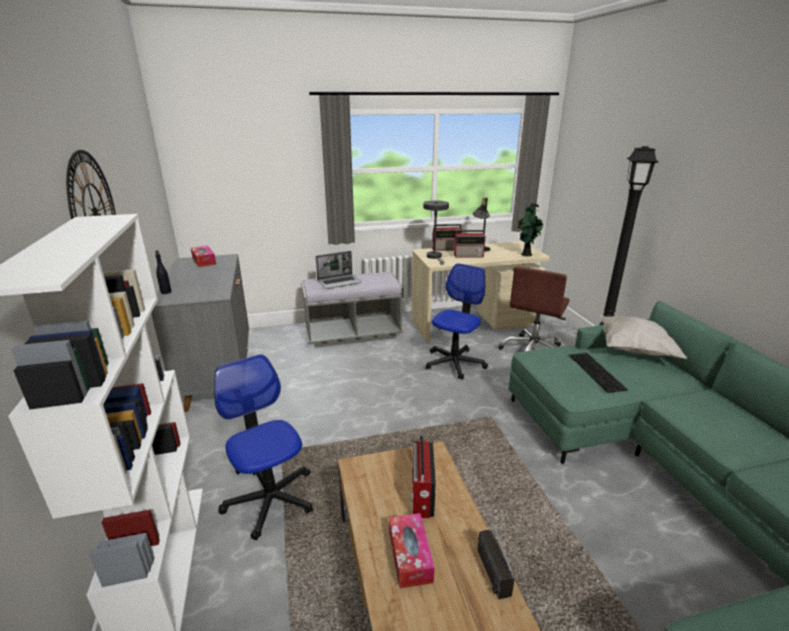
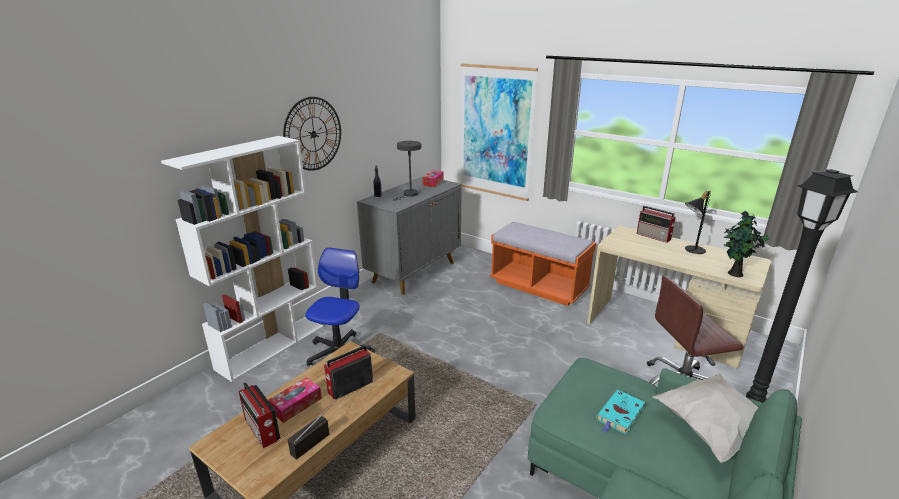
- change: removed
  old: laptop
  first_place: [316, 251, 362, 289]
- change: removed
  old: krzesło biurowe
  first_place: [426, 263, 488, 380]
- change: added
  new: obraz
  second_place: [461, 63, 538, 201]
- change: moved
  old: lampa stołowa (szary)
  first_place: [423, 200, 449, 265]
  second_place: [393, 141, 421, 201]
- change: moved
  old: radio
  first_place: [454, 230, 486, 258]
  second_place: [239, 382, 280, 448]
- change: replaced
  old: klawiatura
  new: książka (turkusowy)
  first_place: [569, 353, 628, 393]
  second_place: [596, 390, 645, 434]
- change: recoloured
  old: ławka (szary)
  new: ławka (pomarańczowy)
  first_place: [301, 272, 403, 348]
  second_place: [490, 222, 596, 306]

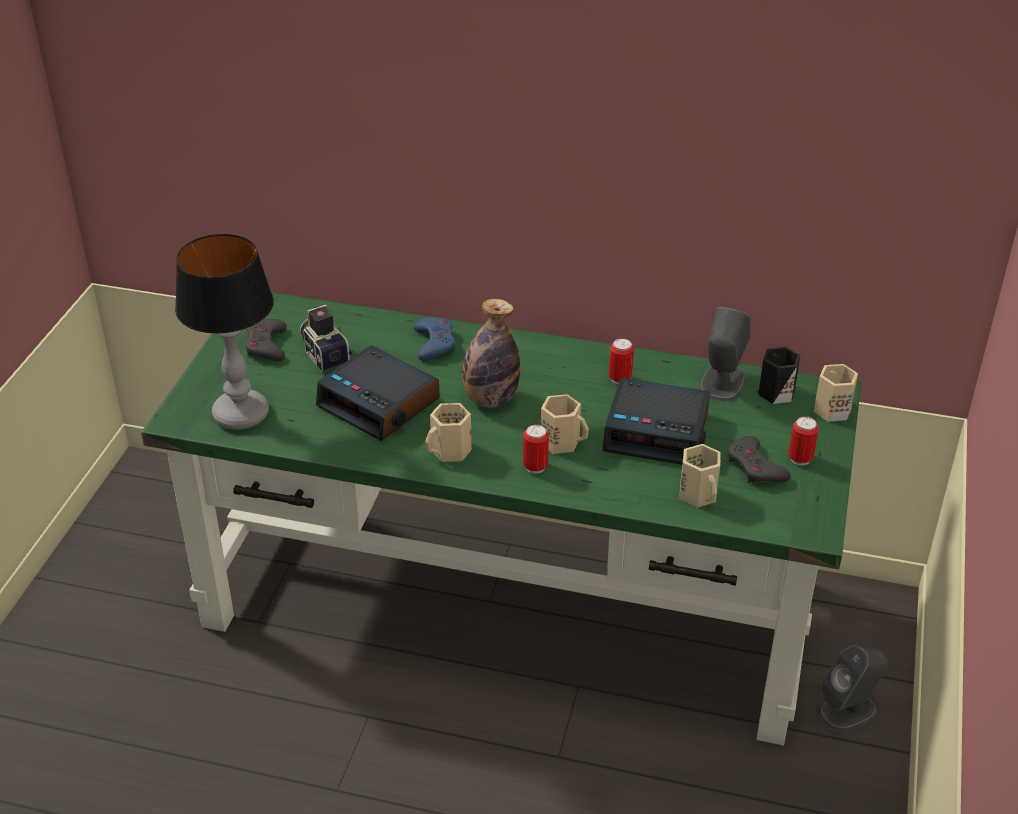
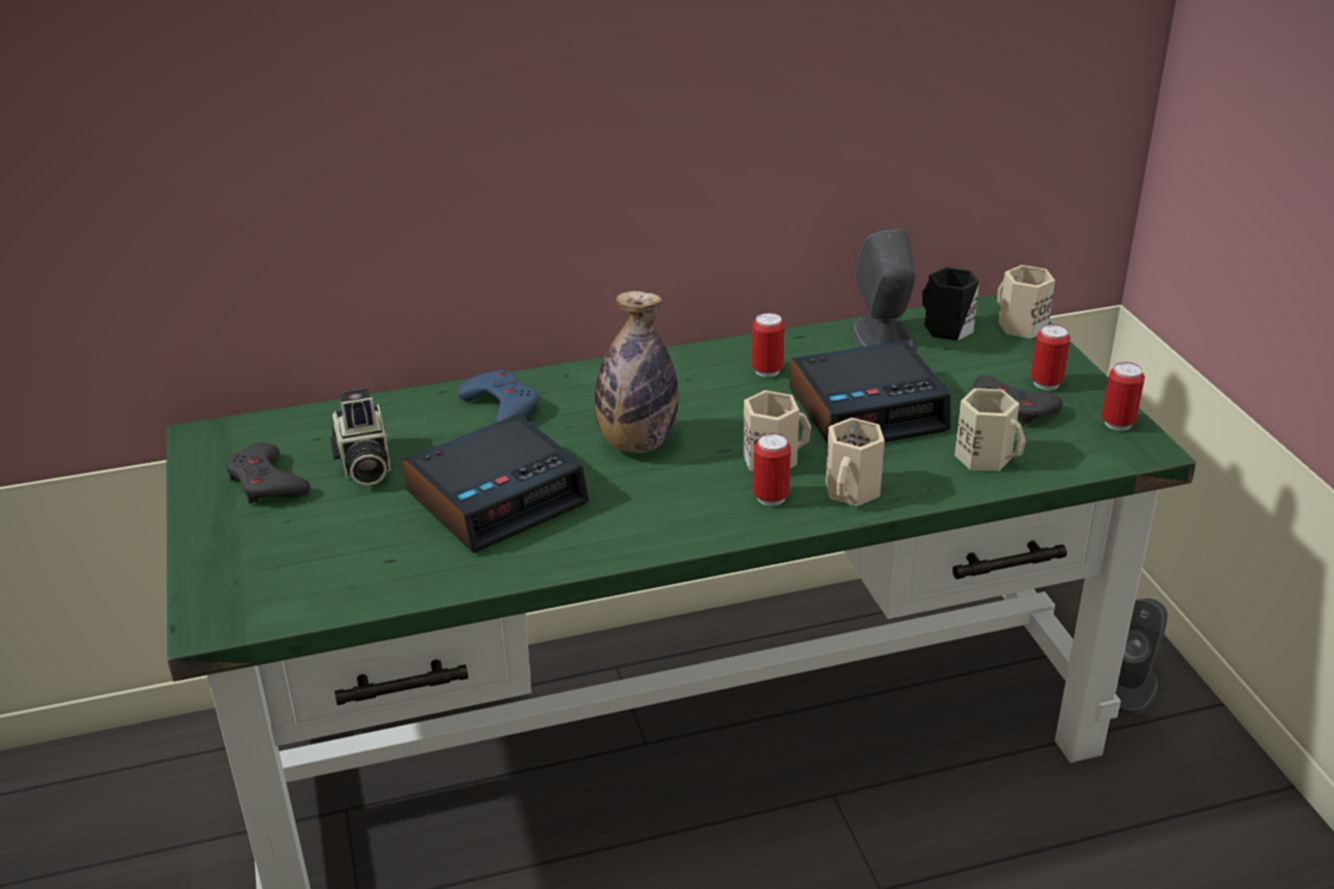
- change: removed
  old: lampa stołowa
  first_place: [175, 234, 274, 430]
- change: added
  new: puszka
  second_place: [1102, 362, 1145, 431]
- change: moved
  old: kubek (beżowy)
  first_place: [425, 403, 472, 462]
  second_place: [826, 418, 885, 506]
- change: turned
  old: aparat fotograficzny
  first_place: [300, 305, 352, 372]
  second_place: [330, 389, 391, 486]
  degrees: -135
- change: turned
  old: budzik
  first_place: [316, 345, 440, 441]
  second_place: [403, 414, 589, 552]
  degrees: -45

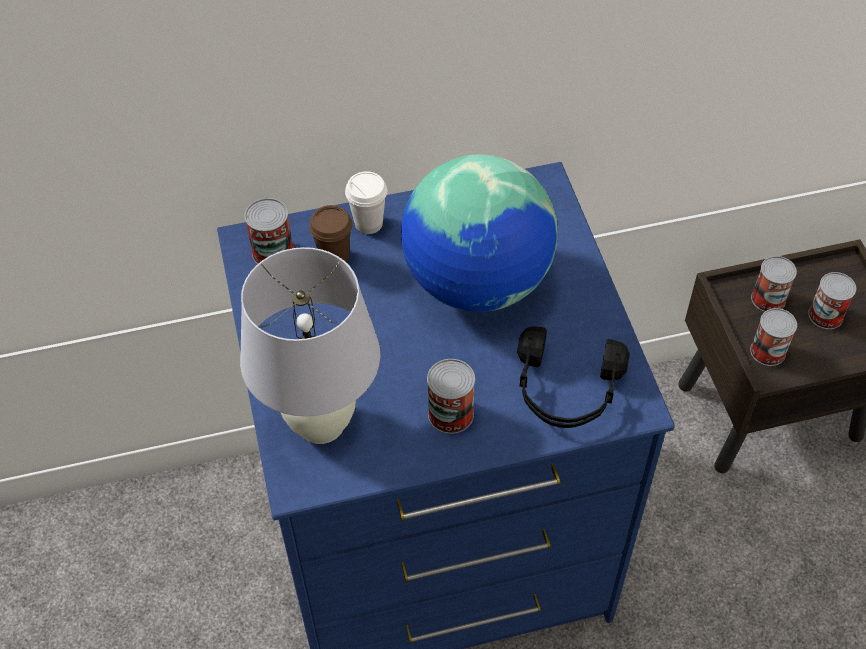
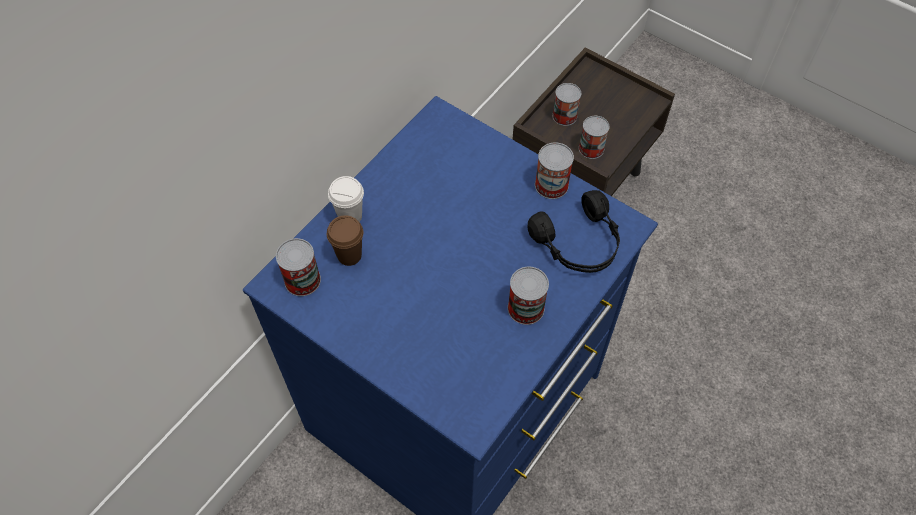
- change: removed
  old: lampa stołowa (biały)
  first_place: [240, 247, 380, 444]
- change: removed
  old: globus
  first_place: [401, 155, 558, 312]
- change: moved
  old: puszka
  first_place: [808, 272, 856, 329]
  second_place: [535, 142, 574, 199]

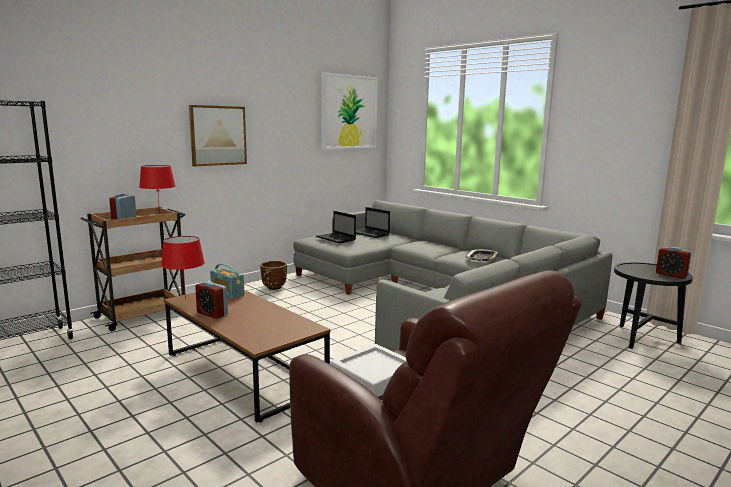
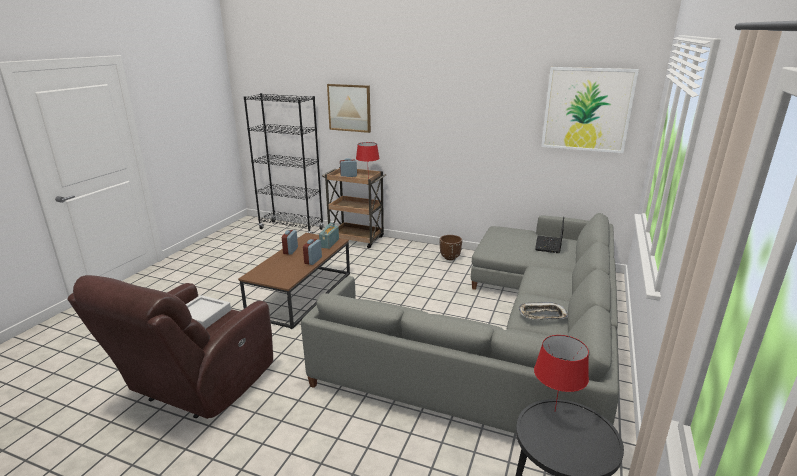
- change: removed
  old: laptop
  first_place: [316, 211, 356, 243]
- change: moved
  old: lampa stołowa (czerwony)
  first_place: [161, 236, 205, 300]
  second_place: [534, 335, 589, 410]
- change: moved
  old: obraz
  first_place: [189, 105, 247, 166]
  second_place: [327, 84, 371, 133]
- change: moved
  old: budzik
  first_place: [656, 247, 692, 279]
  second_place: [303, 239, 322, 265]

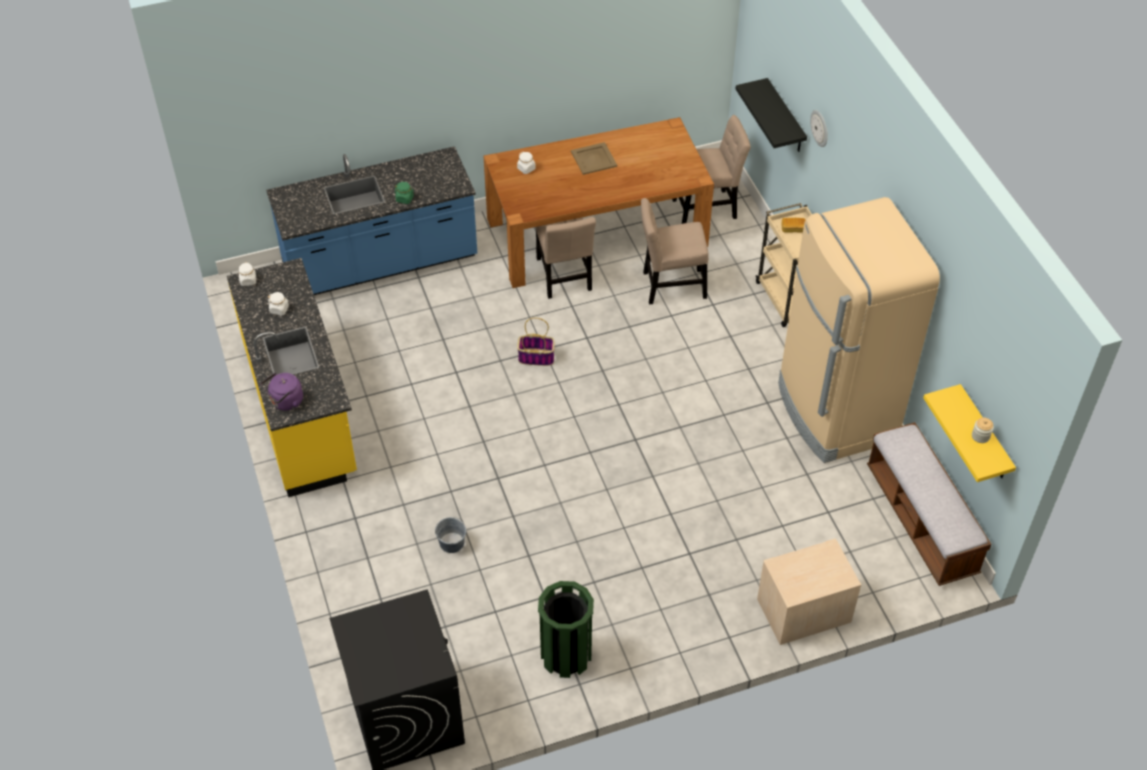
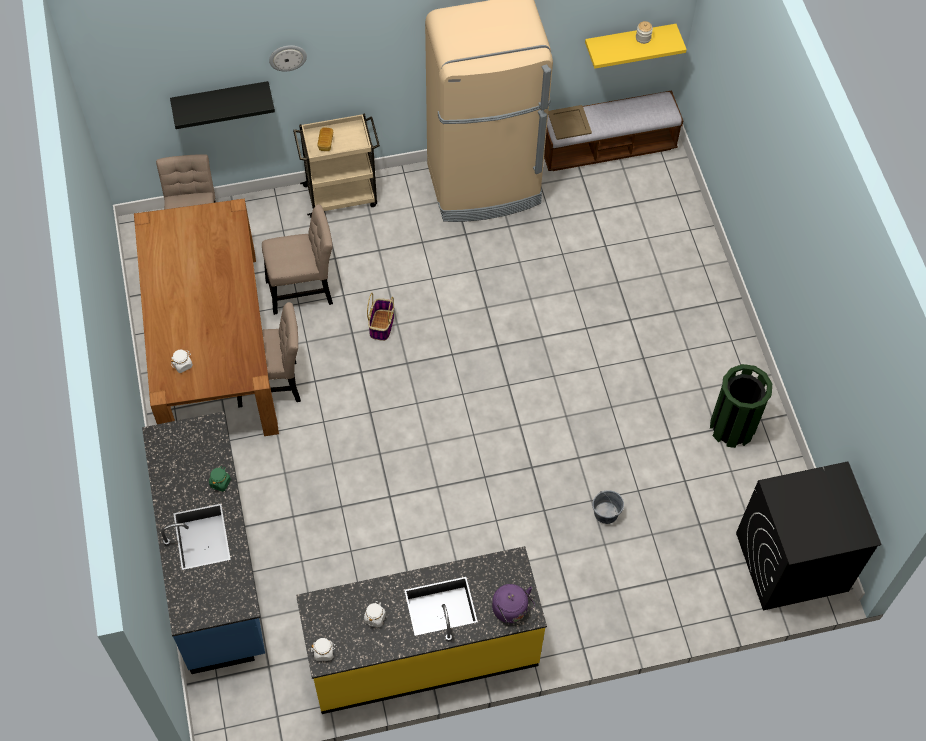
- change: removed
  old: szafka nocna (beżowy)
  first_place: [757, 539, 861, 645]
- change: moved
  old: koszyk
  first_place: [517, 318, 555, 366]
  second_place: [367, 293, 394, 341]
- change: moved
  old: taca (beżowy)
  first_place: [571, 142, 617, 175]
  second_place: [548, 105, 592, 140]
- change: turned
  old: krzesło (beżowy)
  first_place: [641, 198, 709, 304]
  second_place: [262, 204, 333, 315]
  degrees: -105

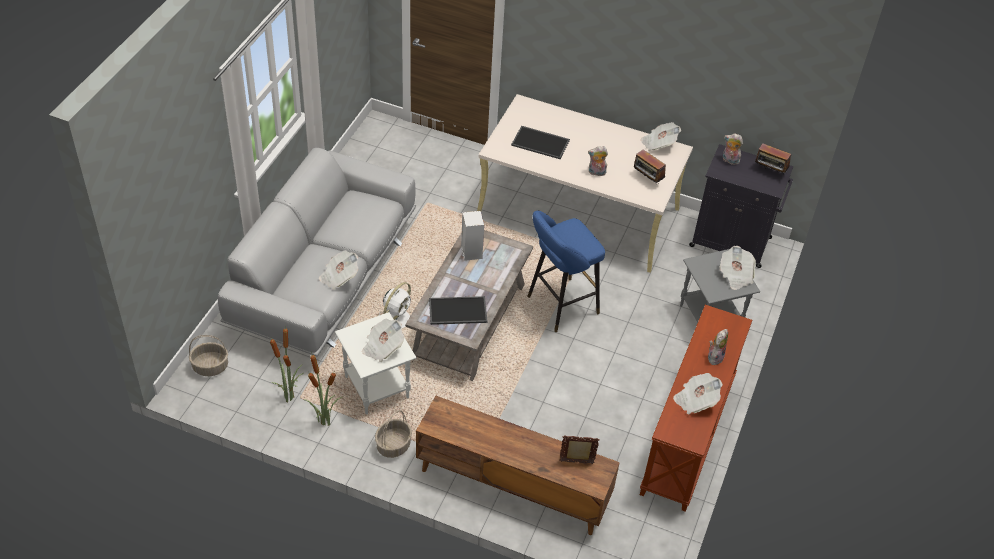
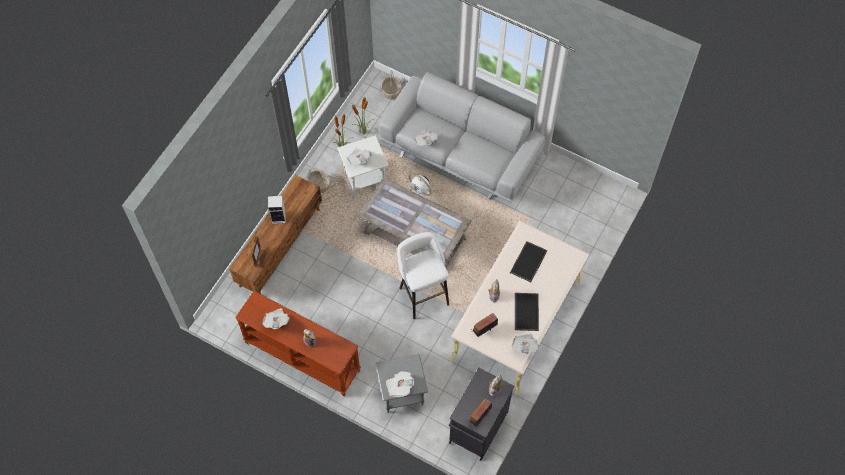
- change: moved
  old: taca
  first_place: [429, 296, 488, 325]
  second_place: [515, 293, 539, 331]
- change: moved
  old: głośnik
  first_place: [461, 211, 484, 261]
  second_place: [268, 196, 286, 224]
- change: recoloured
  old: stołek (niebieski)
  new: stołek (biały)
  first_place: [527, 211, 605, 332]
  second_place: [397, 232, 449, 319]

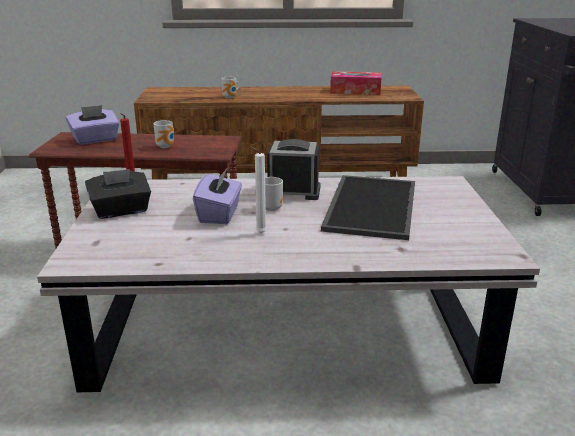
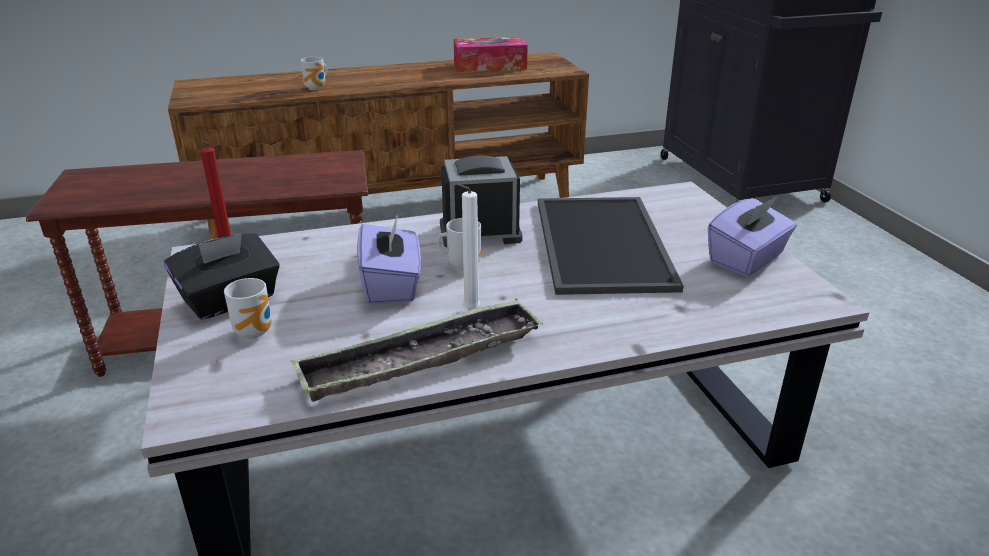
- change: added
  new: taca
  second_place: [291, 299, 543, 401]
- change: moved
  old: pudełko chusteczek (fioletowy)
  first_place: [66, 105, 120, 145]
  second_place: [708, 196, 797, 276]
- change: moved
  old: kubek
  first_place: [153, 120, 174, 148]
  second_place: [224, 278, 272, 339]

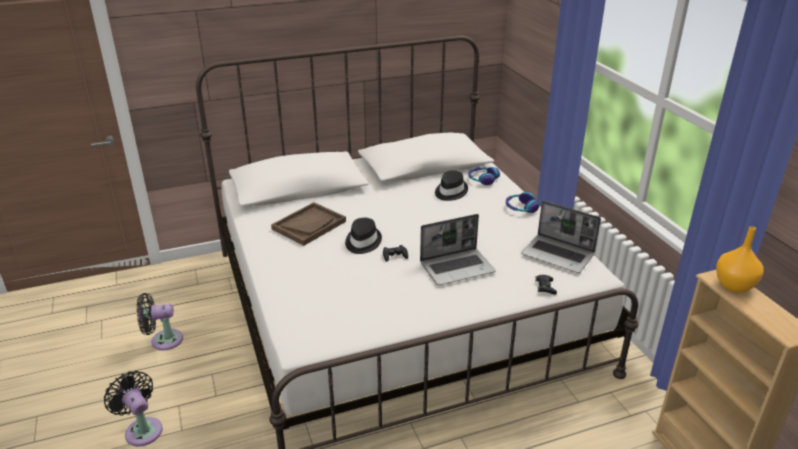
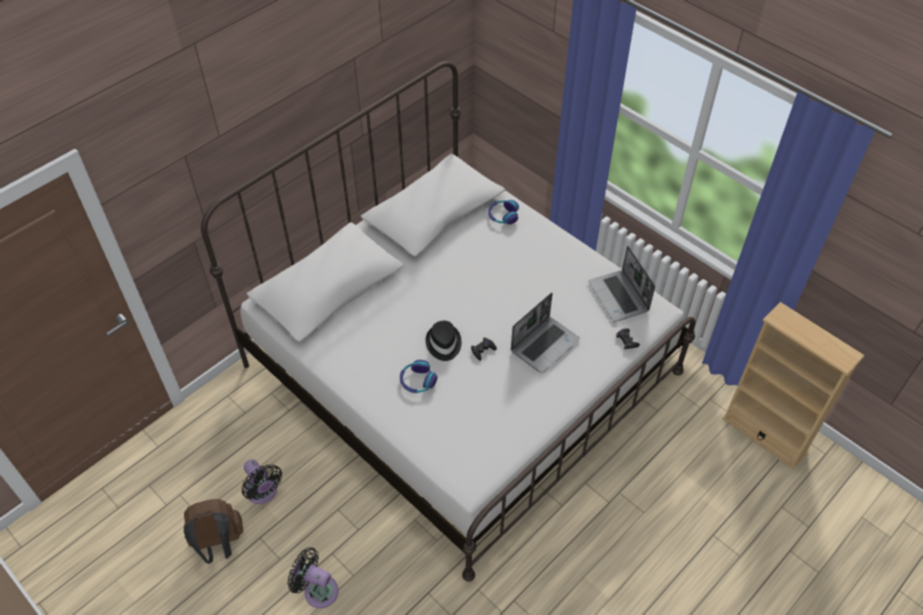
- change: removed
  old: taca (brązowy)
  first_place: [271, 202, 346, 246]
- change: removed
  old: kapelusz (czarny)
  first_place: [435, 170, 468, 201]
- change: removed
  old: wazon (pomarańczowy)
  first_place: [716, 226, 764, 292]
- change: added
  new: plecak (brązowy)
  second_place: [184, 499, 243, 564]
- change: moved
  old: słuchawki
  first_place: [506, 192, 540, 213]
  second_place: [400, 360, 437, 393]
- change: turned
  old: wentylator (czarny)
  first_place: [137, 293, 183, 350]
  second_place: [242, 459, 282, 504]
  degrees: -90
- change: turned
  old: laptop
  first_place: [521, 201, 601, 273]
  second_place: [588, 246, 655, 322]
  degrees: 60

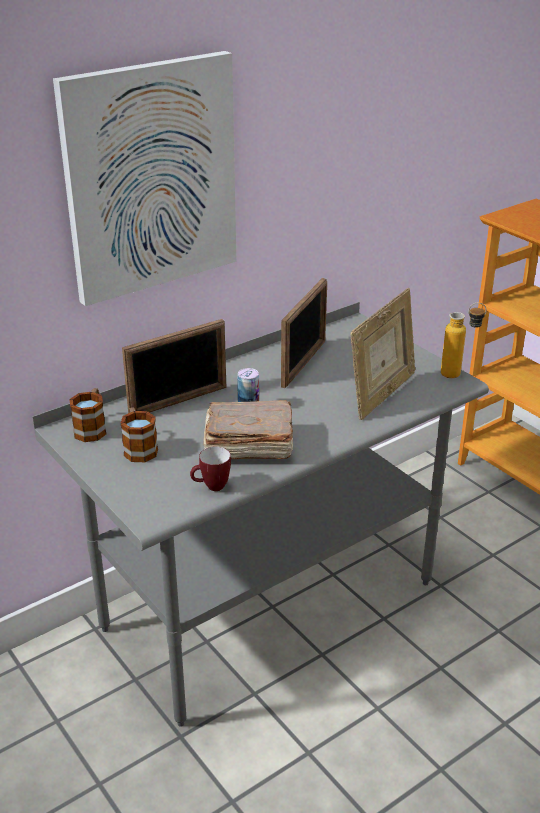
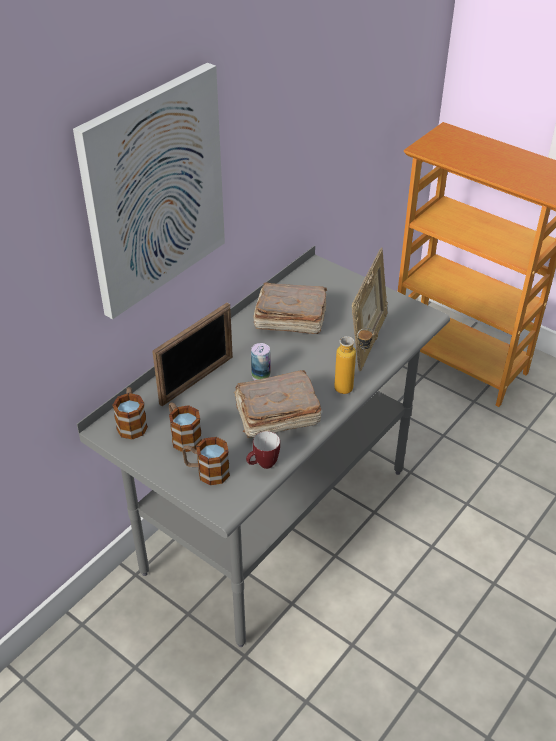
- change: added
  new: kubek
  second_place: [182, 437, 230, 485]
- change: moved
  old: butelka
  first_place: [441, 303, 487, 378]
  second_place: [334, 328, 374, 394]
- change: replaced
  old: ramka na zdjęcie
  new: książka (brązowy)
  first_place: [281, 278, 327, 388]
  second_place: [253, 282, 327, 334]

